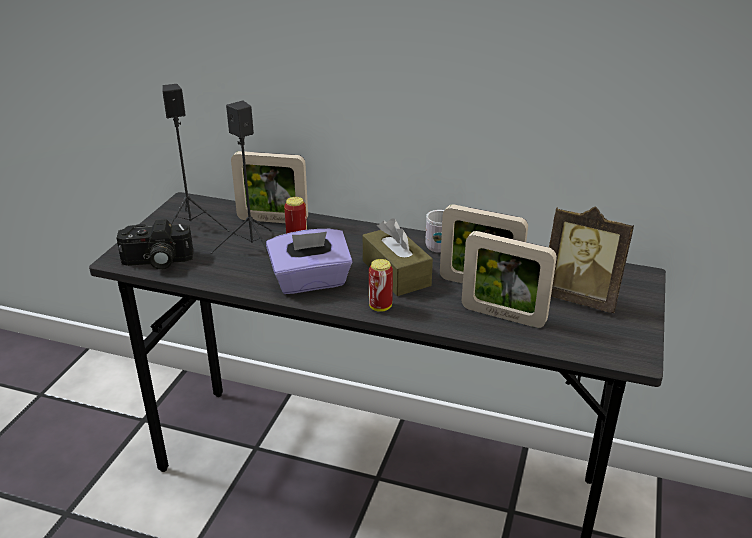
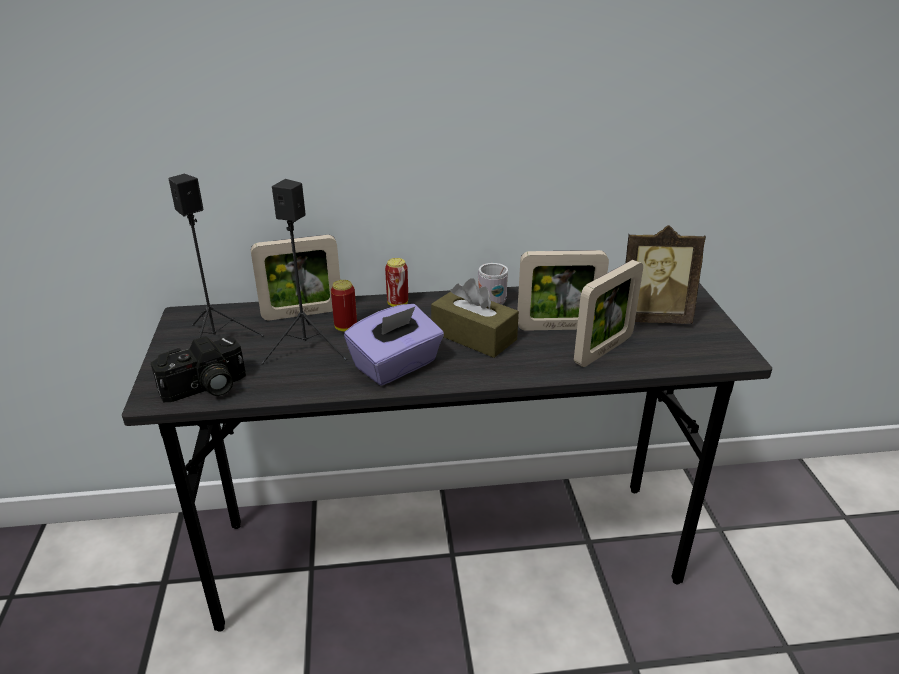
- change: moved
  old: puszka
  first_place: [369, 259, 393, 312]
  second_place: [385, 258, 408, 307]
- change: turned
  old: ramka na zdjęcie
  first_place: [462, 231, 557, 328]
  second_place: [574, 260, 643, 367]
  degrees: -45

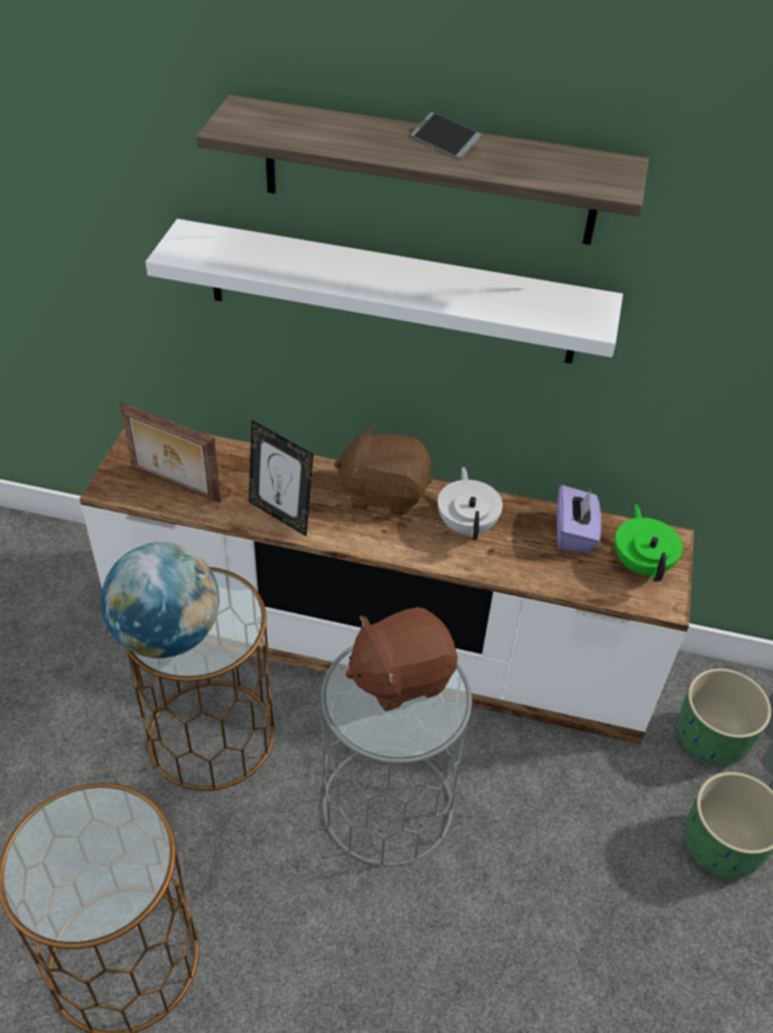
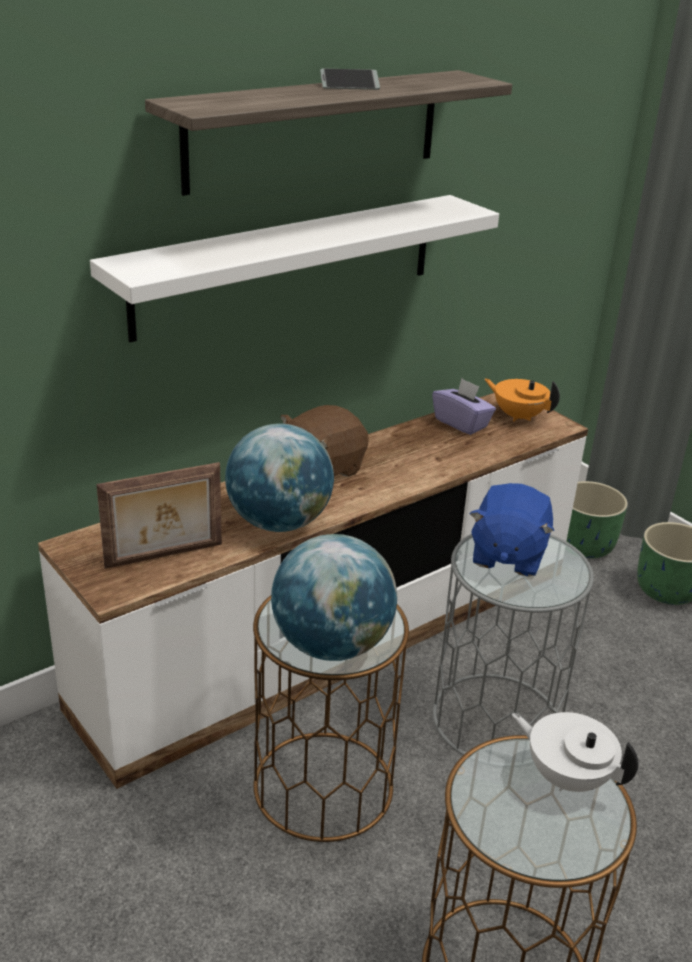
- change: moved
  old: imbryk (biały)
  first_place: [438, 467, 503, 540]
  second_place: [512, 712, 639, 792]
- change: replaced
  old: ramka na zdjęcie
  new: globus
  first_place: [249, 420, 313, 536]
  second_place: [225, 424, 334, 532]
- change: recoloured
  old: pluszak (brązowy)
  new: pluszak (niebieski)
  first_place: [345, 607, 458, 711]
  second_place: [470, 483, 554, 577]
- change: recoloured
  old: imbryk (zielony)
  new: imbryk (pomarańczowy)
  first_place: [615, 504, 683, 582]
  second_place: [484, 378, 560, 422]

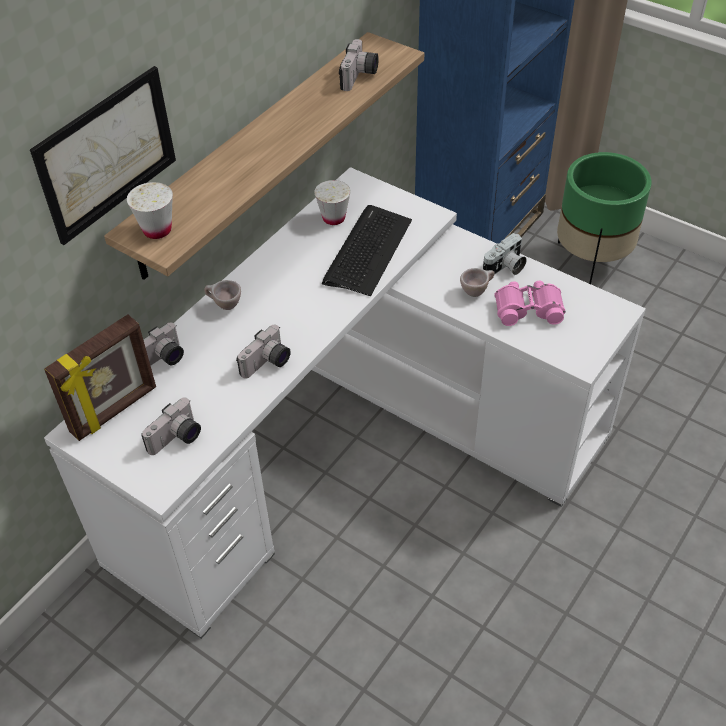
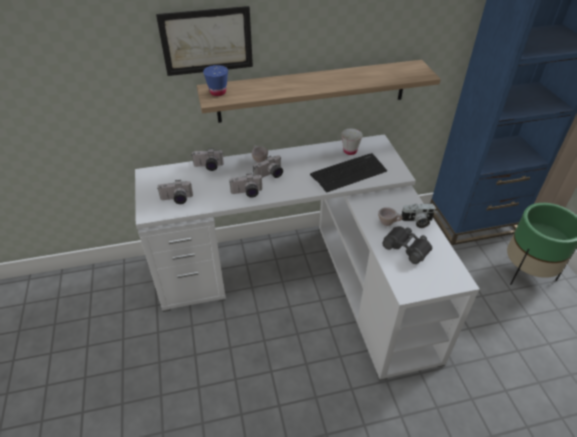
- change: removed
  old: ramka na zdjęcie
  first_place: [44, 314, 156, 441]
- change: moved
  old: aparat fotograficzny
  first_place: [339, 39, 379, 91]
  second_place: [253, 155, 283, 178]
- change: recoloured
  old: filiżanka (biały)
  new: filiżanka (niebieski)
  first_place: [127, 182, 173, 239]
  second_place: [203, 65, 228, 96]
- change: recoloured
  old: lornetka (różowy)
  new: lornetka (czarny)
  first_place: [494, 281, 565, 326]
  second_place: [382, 226, 432, 264]

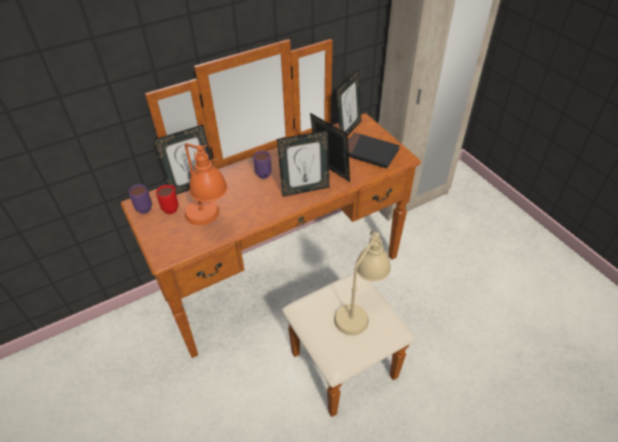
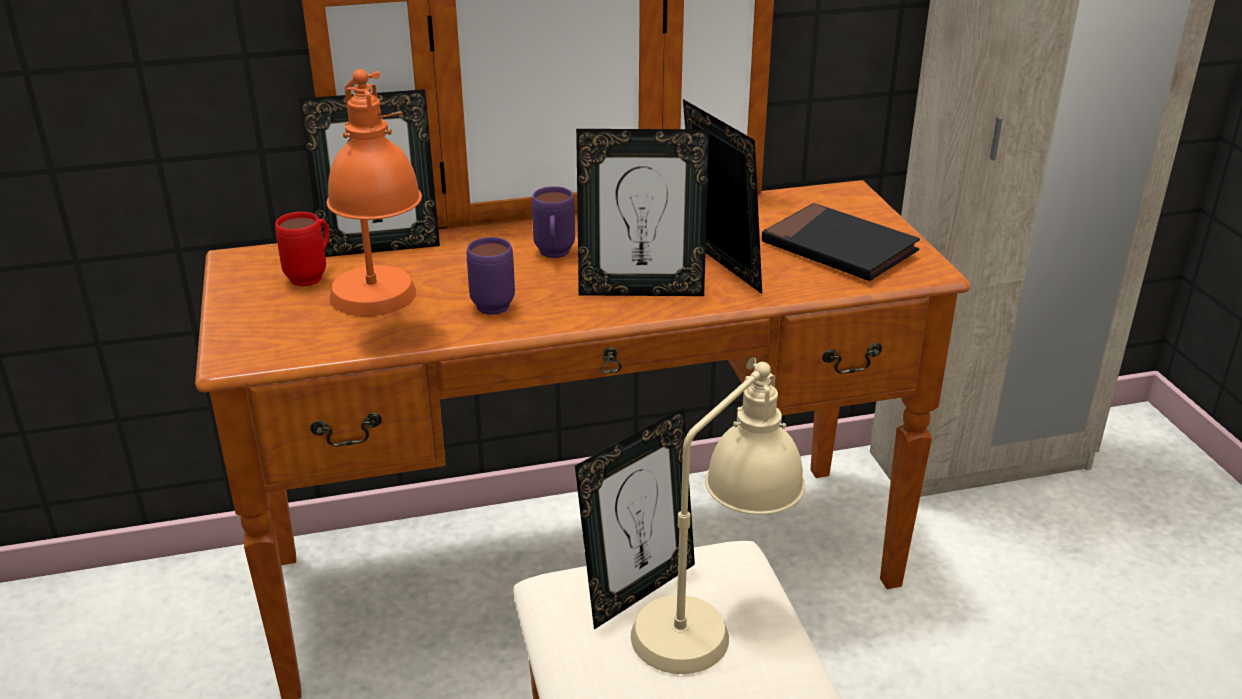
- change: moved
  old: kubek (fioletowy)
  first_place: [129, 184, 152, 214]
  second_place: [467, 237, 515, 315]
- change: moved
  old: ramka na zdjęcie
  first_place: [336, 69, 361, 135]
  second_place: [575, 407, 695, 629]

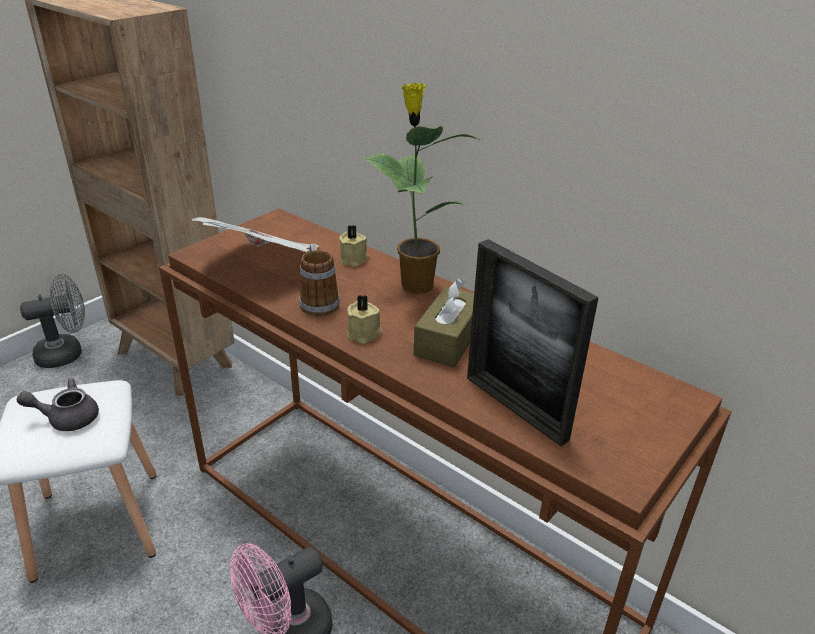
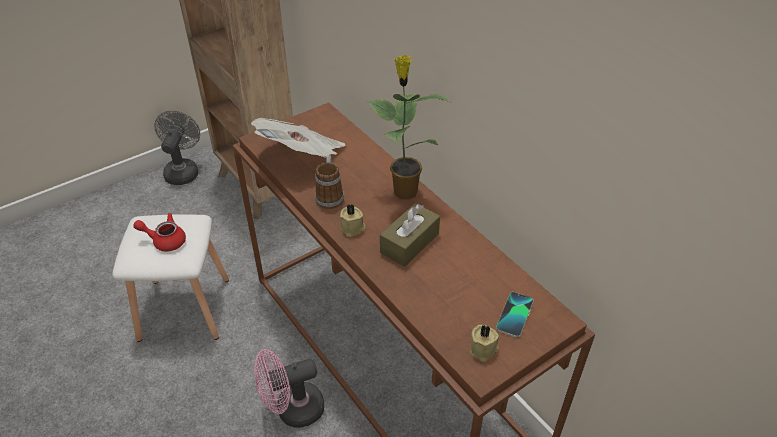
- change: removed
  old: ramka na zdjęcie
  first_place: [467, 239, 599, 446]
- change: added
  new: telefon
  second_place: [496, 292, 533, 337]
- change: moved
  old: świeca (beżowy)
  first_place: [339, 225, 369, 267]
  second_place: [470, 325, 499, 362]
- change: recoloured
  old: imbryk (szary)
  new: imbryk (czerwony)
  first_place: [17, 378, 99, 431]
  second_place: [133, 213, 186, 252]
- change: turned
  old: wentylator (szary)
  first_place: [20, 274, 85, 368]
  second_place: [154, 110, 200, 185]
  degrees: -75

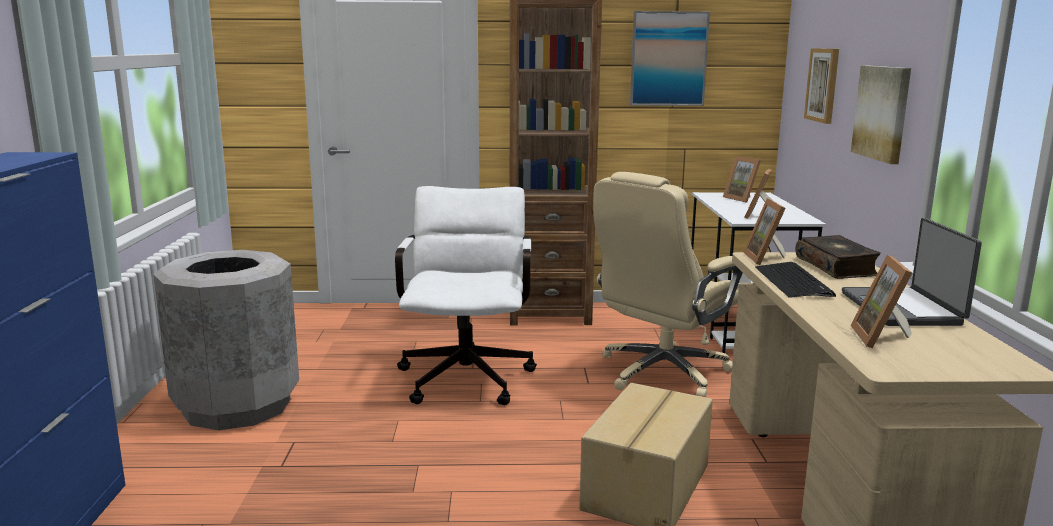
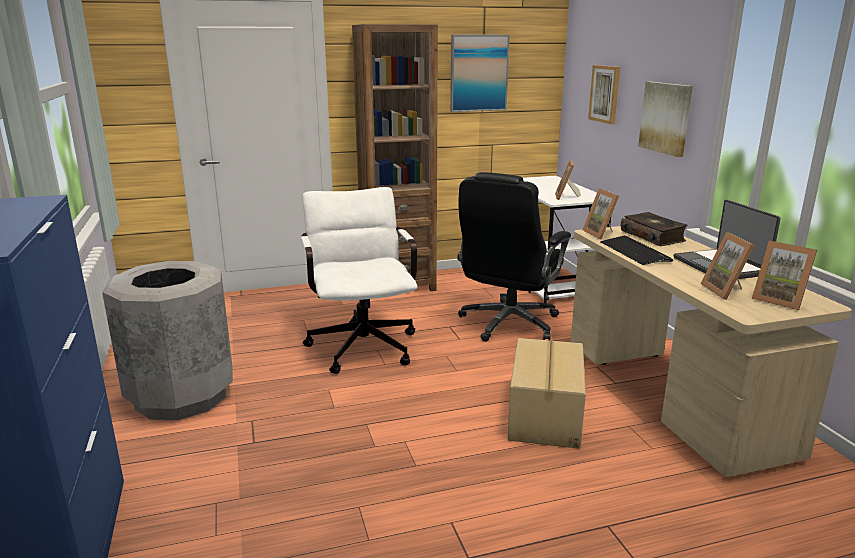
- change: moved
  old: ramka na zdjęcie
  first_place: [723, 156, 761, 203]
  second_place: [752, 241, 817, 310]
- change: recoloured
  old: krzesło biurowe (beżowy)
  new: krzesło biurowe (czarny)
  first_place: [593, 172, 743, 397]
  second_place: [457, 172, 571, 342]

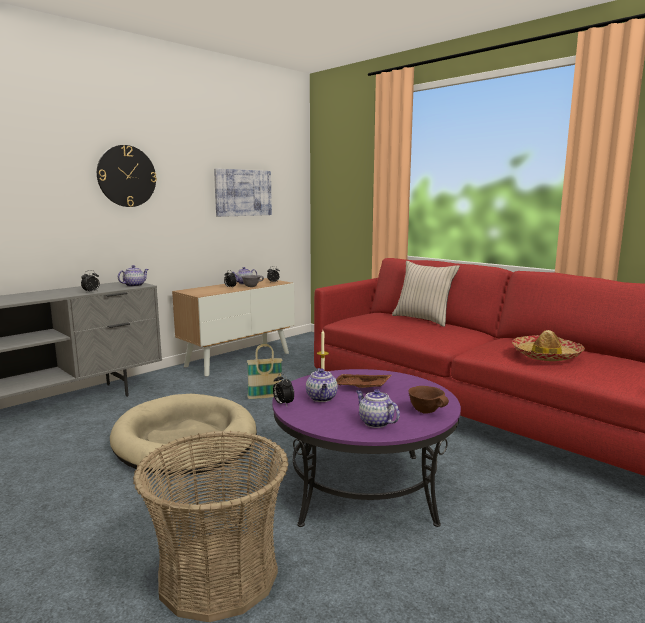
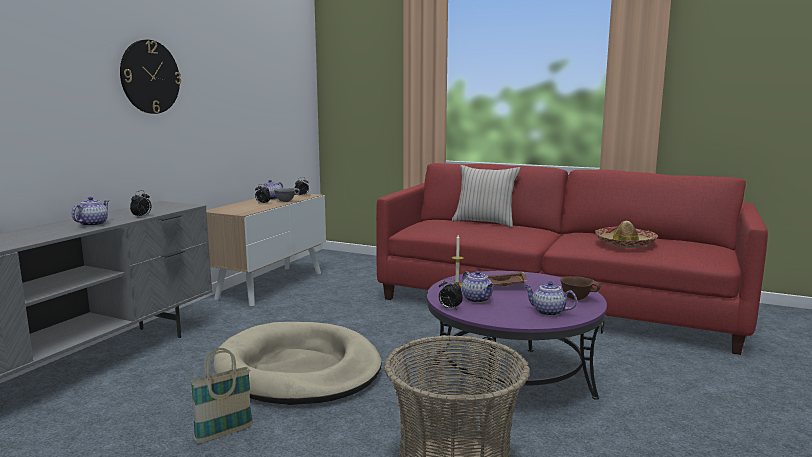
- change: removed
  old: obraz
  first_place: [214, 168, 272, 217]
- change: moved
  old: imbryk
  first_place: [118, 265, 148, 287]
  second_place: [72, 197, 109, 226]
- change: moved
  old: koszyk
  first_place: [247, 344, 282, 399]
  second_place: [190, 348, 253, 443]

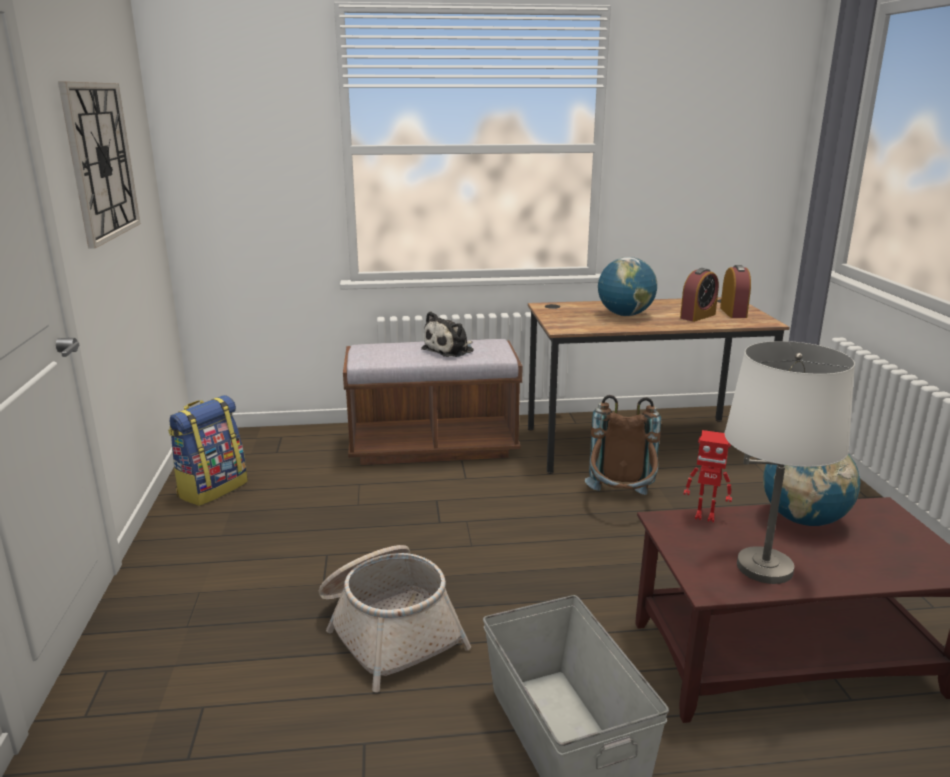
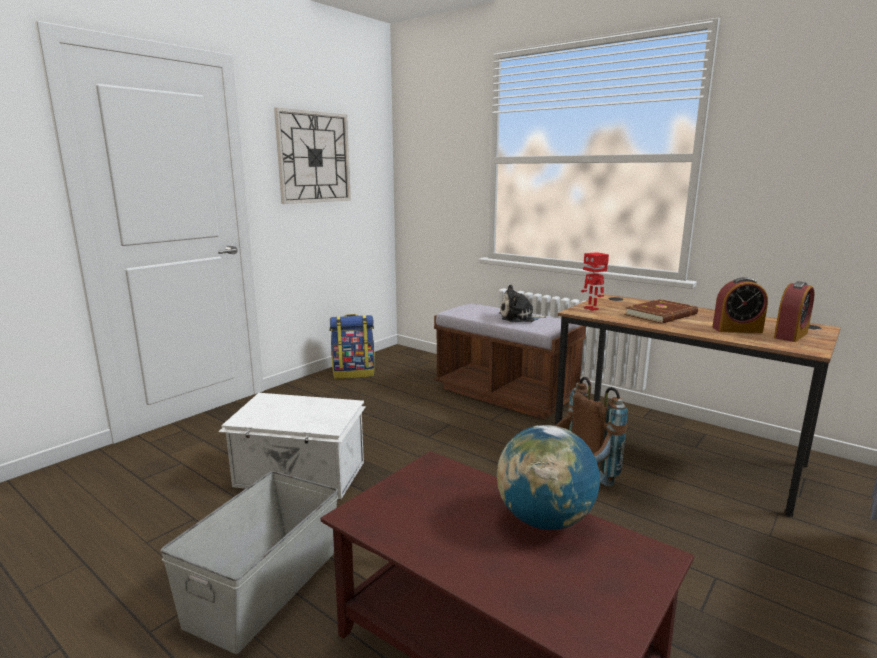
- change: removed
  old: lampa stołowa (biały)
  first_place: [725, 341, 855, 584]
- change: moved
  old: robot zabawkowy
  first_place: [684, 430, 732, 522]
  second_place: [581, 252, 609, 311]
- change: replaced
  old: koszyk
  new: pojemnik do przechowywania (biały)
  first_place: [319, 545, 471, 692]
  second_place: [218, 393, 366, 499]
- change: replaced
  old: globus
  new: książka (brązowy)
  first_place: [598, 257, 657, 316]
  second_place: [625, 299, 698, 324]

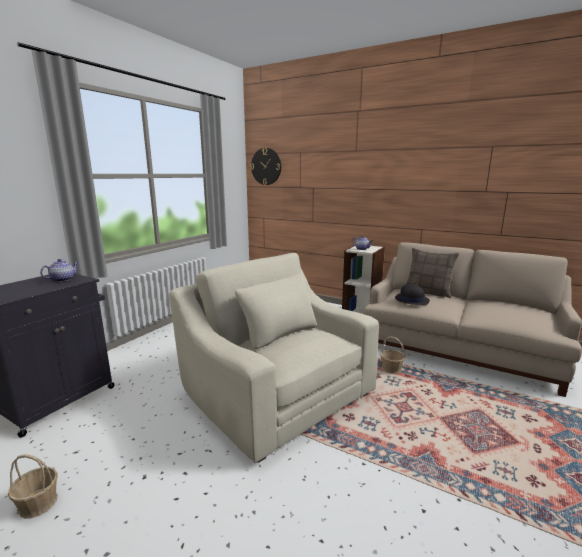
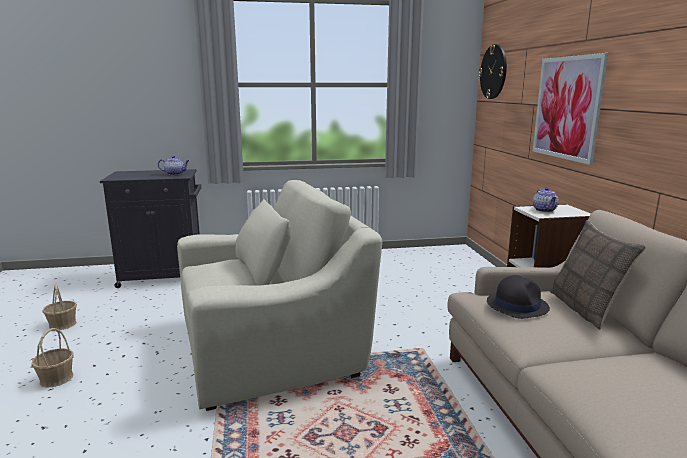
- change: added
  new: obraz
  second_place: [533, 53, 608, 165]
- change: moved
  old: koszyk
  first_place: [380, 336, 405, 374]
  second_place: [31, 328, 74, 387]
- change: turned
  old: fotel (beżowy)
  first_place: [169, 253, 379, 463]
  second_place: [177, 180, 382, 411]
  degrees: 60

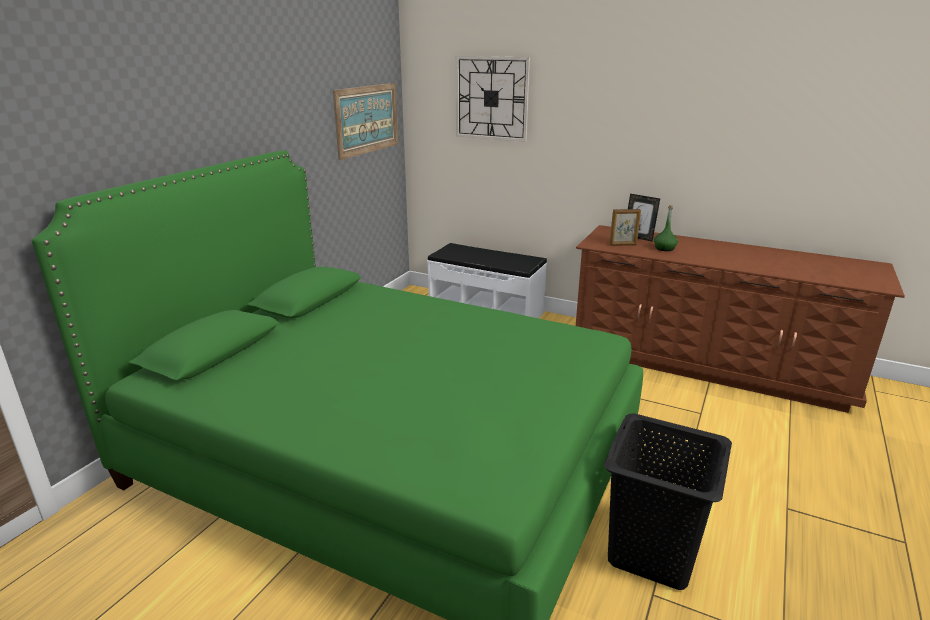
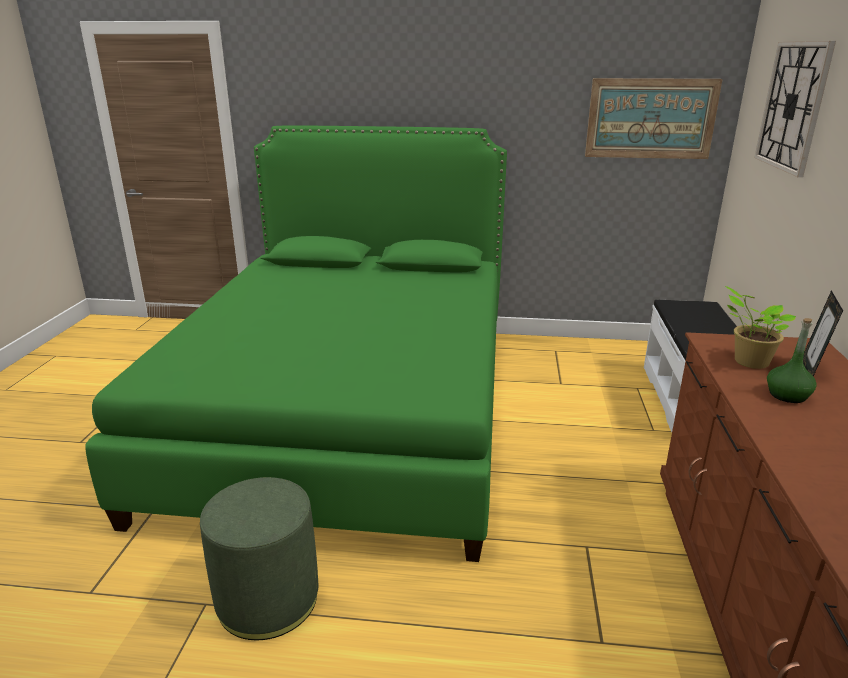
- change: replaced
  old: kosz na pranie (czarny)
  new: pufa (zielony)
  first_place: [604, 413, 732, 590]
  second_place: [200, 477, 318, 640]
- change: replaced
  old: ramka na zdjęcie
  new: roślina doniczkowa
  first_place: [609, 209, 641, 246]
  second_place: [725, 286, 796, 369]

